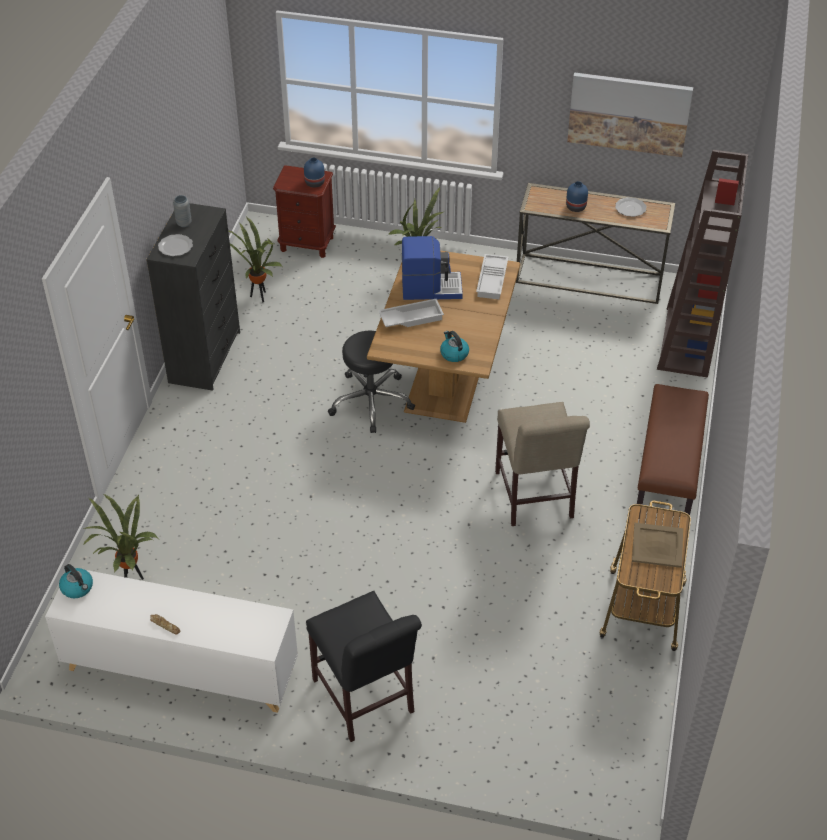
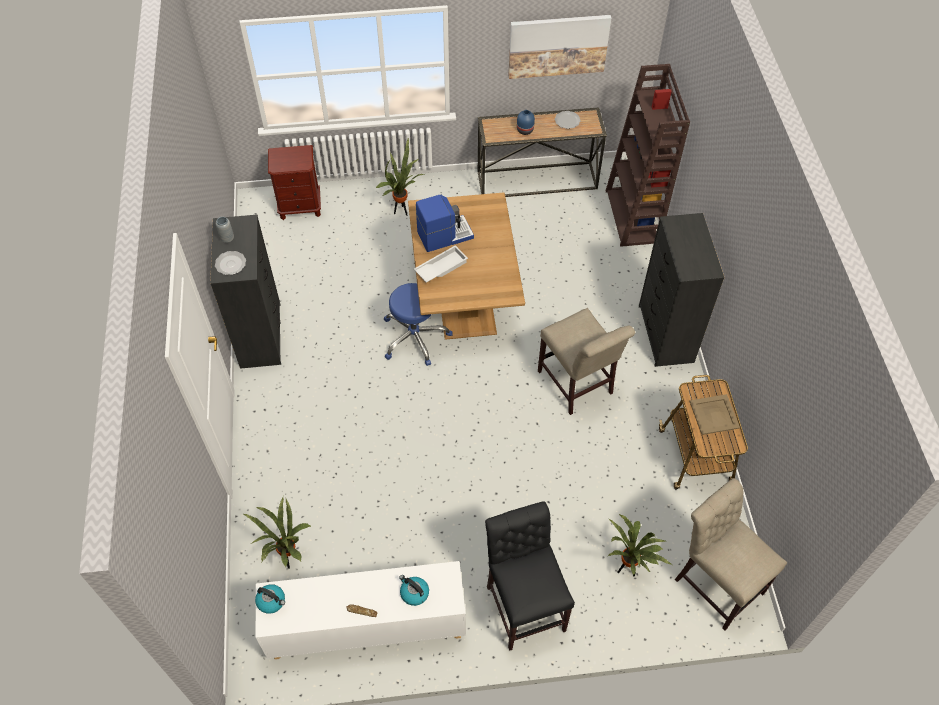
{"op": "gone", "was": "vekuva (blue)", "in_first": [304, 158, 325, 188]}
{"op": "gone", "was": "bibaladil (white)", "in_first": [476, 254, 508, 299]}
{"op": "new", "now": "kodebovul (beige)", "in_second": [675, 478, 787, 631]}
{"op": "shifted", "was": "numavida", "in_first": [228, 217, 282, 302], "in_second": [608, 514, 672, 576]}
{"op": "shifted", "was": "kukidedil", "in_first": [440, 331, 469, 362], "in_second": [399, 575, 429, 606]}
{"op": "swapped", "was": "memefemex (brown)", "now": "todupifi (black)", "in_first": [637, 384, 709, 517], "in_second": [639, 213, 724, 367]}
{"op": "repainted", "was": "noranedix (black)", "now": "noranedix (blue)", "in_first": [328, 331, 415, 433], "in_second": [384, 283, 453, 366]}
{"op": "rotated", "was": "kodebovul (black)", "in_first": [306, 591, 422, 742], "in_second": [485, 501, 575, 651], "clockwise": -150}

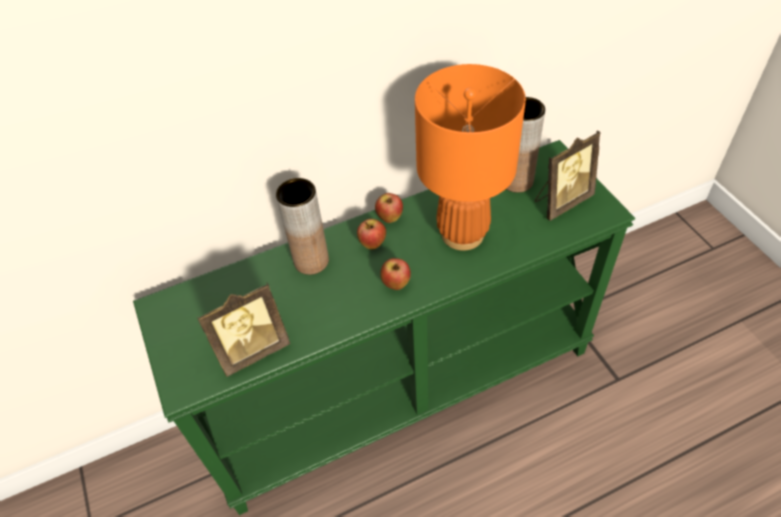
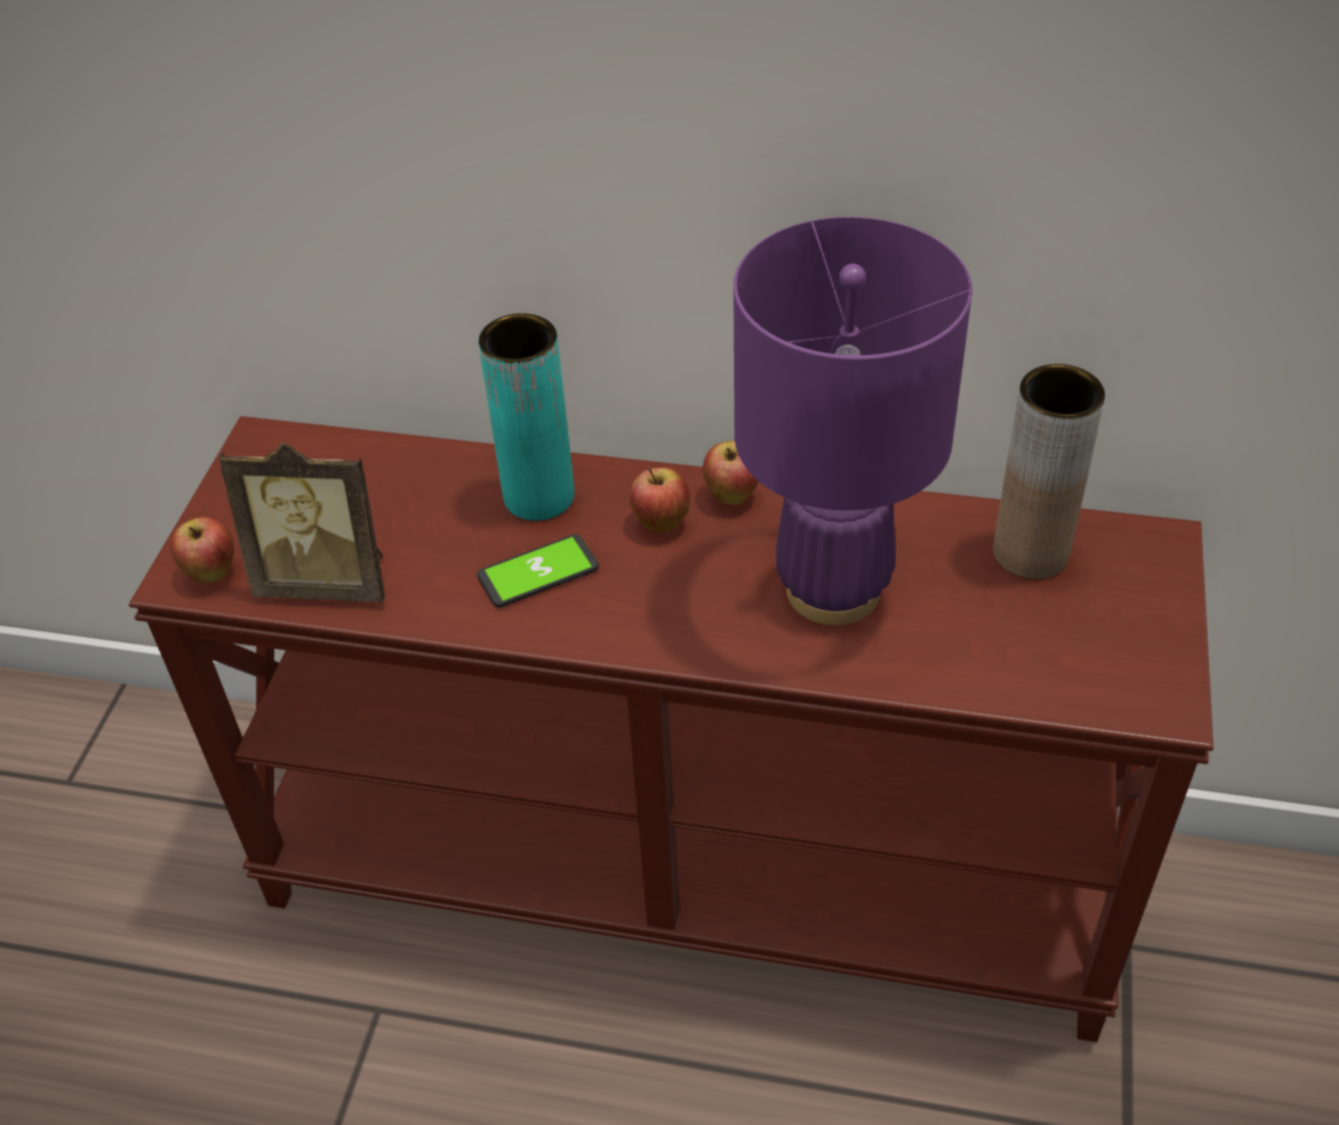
{"op": "gone", "was": "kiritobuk", "in_first": [535, 131, 601, 221]}
{"op": "new", "now": "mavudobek", "in_second": [477, 534, 599, 607]}
{"op": "shifted", "was": "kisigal", "in_first": [380, 258, 411, 290], "in_second": [171, 517, 234, 583]}
{"op": "repainted", "was": "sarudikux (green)", "now": "sarudikux (brown)", "in_first": [133, 140, 635, 515], "in_second": [129, 416, 1214, 1042]}
{"op": "repainted", "was": "vekuva (brown)", "now": "vekuva (turquoise)", "in_first": [276, 178, 329, 275], "in_second": [478, 313, 574, 521]}
{"op": "repainted", "was": "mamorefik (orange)", "now": "mamorefik (purple)", "in_first": [415, 64, 526, 251], "in_second": [733, 217, 972, 625]}

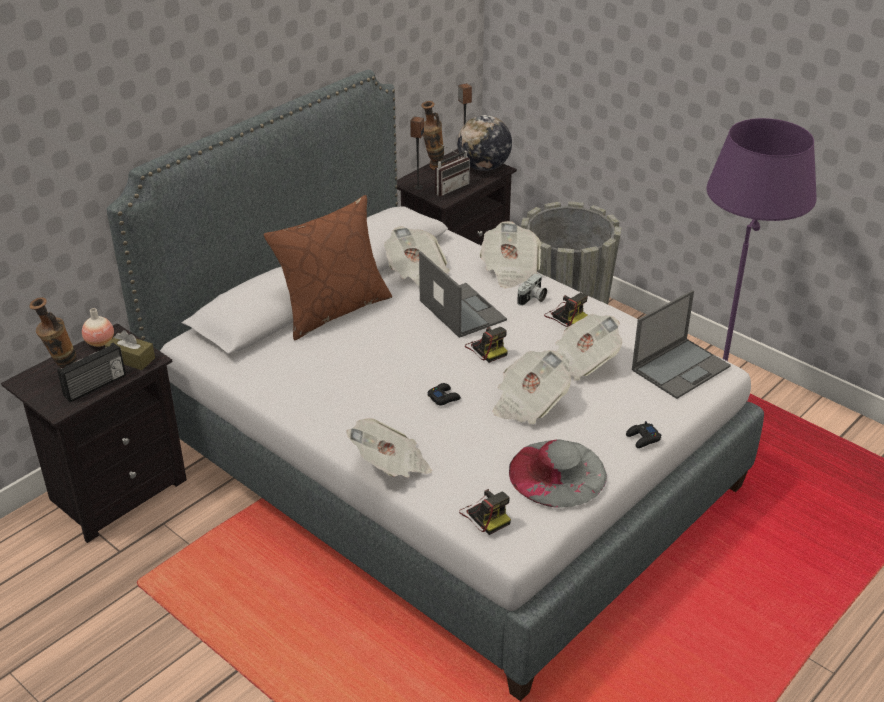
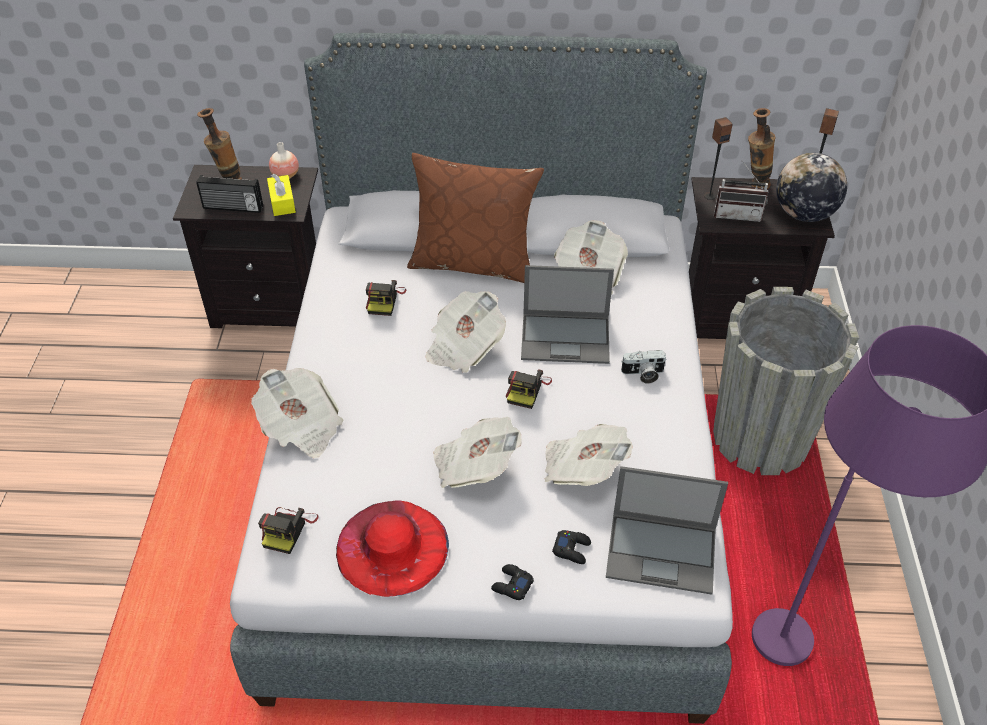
{"op": "shifted", "was": "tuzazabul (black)", "in_first": [427, 383, 461, 405], "in_second": [552, 530, 591, 564]}
{"op": "shifted", "was": "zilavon", "in_first": [480, 221, 541, 289], "in_second": [425, 291, 506, 373]}
{"op": "shifted", "was": "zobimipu", "in_first": [544, 293, 588, 327], "in_second": [366, 280, 406, 316]}
{"op": "repainted", "was": "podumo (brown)", "now": "podumo (yellow)", "in_first": [105, 330, 155, 370], "in_second": [267, 174, 296, 216]}
{"op": "repainted", "was": "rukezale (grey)", "now": "rukezale (red)", "in_first": [509, 440, 607, 508], "in_second": [336, 500, 449, 597]}
{"op": "rotated", "was": "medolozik", "in_first": [419, 251, 507, 338], "in_second": [521, 265, 614, 364], "clockwise": 75}

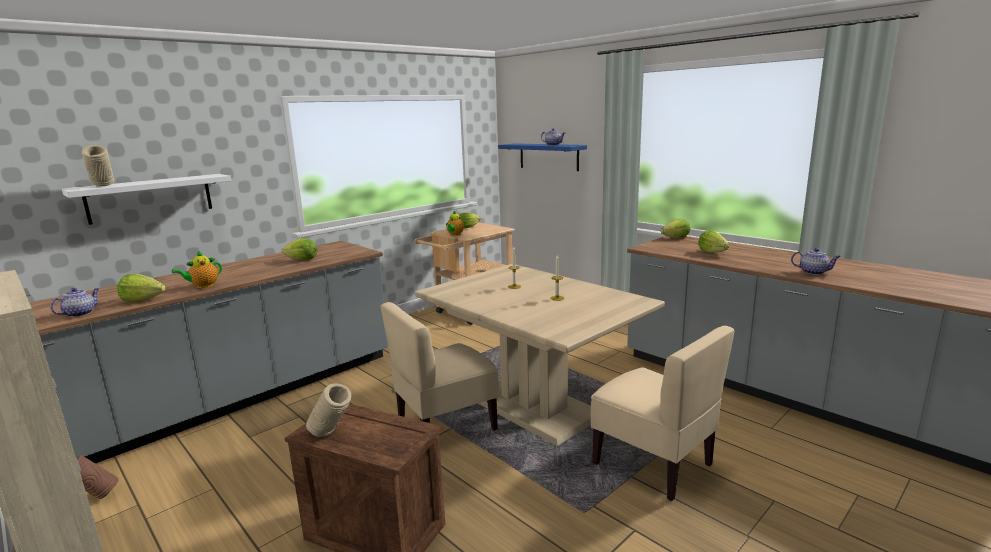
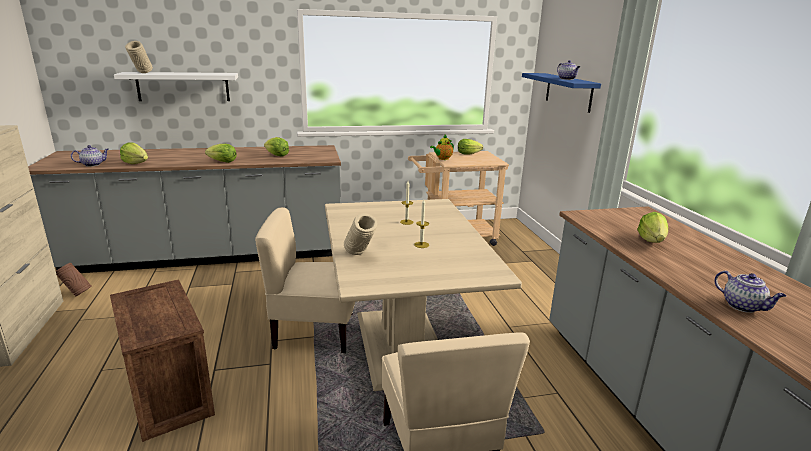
{"op": "gone", "was": "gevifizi", "in_first": [172, 250, 222, 288]}
{"op": "shifted", "was": "vekuva (beige)", "in_first": [306, 384, 351, 437], "in_second": [344, 213, 377, 255]}
{"op": "shifted", "was": "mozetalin", "in_first": [661, 219, 691, 238], "in_second": [205, 144, 237, 163]}

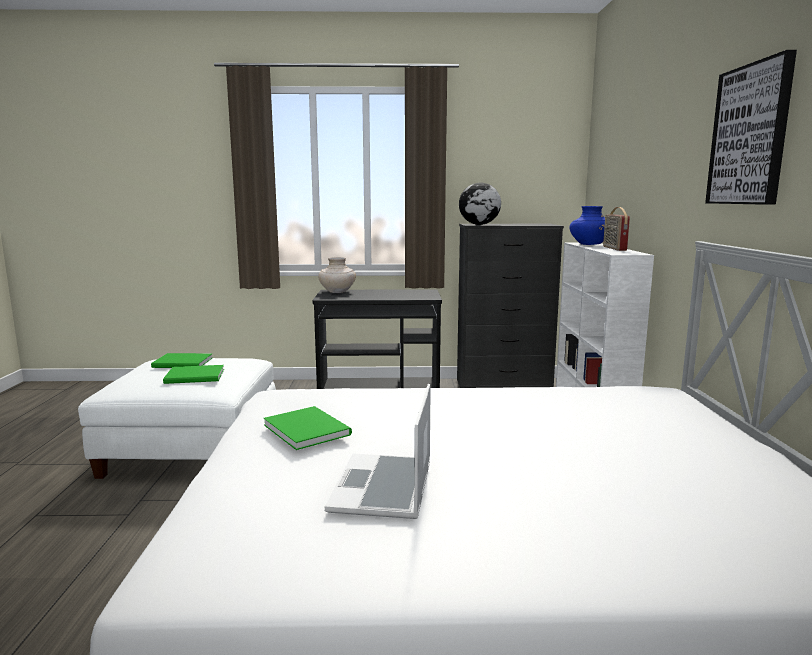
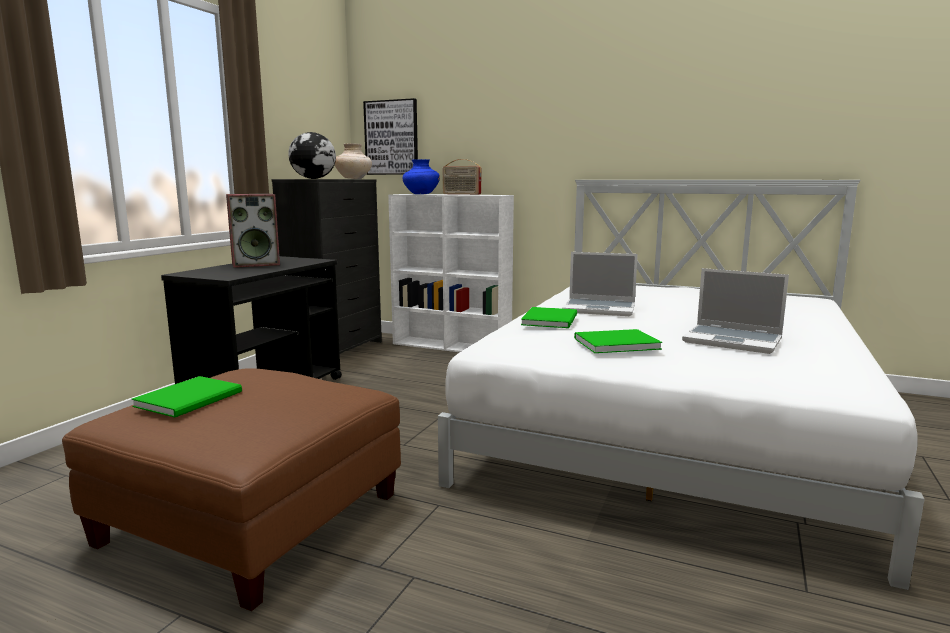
{"op": "new", "now": "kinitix", "in_second": [226, 194, 280, 268]}
{"op": "new", "now": "medolozik", "in_second": [562, 252, 638, 316]}
{"op": "shifted", "was": "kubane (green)", "in_first": [163, 365, 224, 384], "in_second": [521, 307, 577, 328]}
{"op": "shifted", "was": "vekuva (beige)", "in_first": [318, 257, 356, 293], "in_second": [335, 144, 372, 179]}
{"op": "shifted", "was": "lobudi", "in_first": [705, 50, 797, 205], "in_second": [363, 98, 418, 175]}
{"op": "repainted", "was": "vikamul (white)", "now": "vikamul (brown)", "in_first": [78, 358, 276, 479], "in_second": [62, 368, 401, 611]}

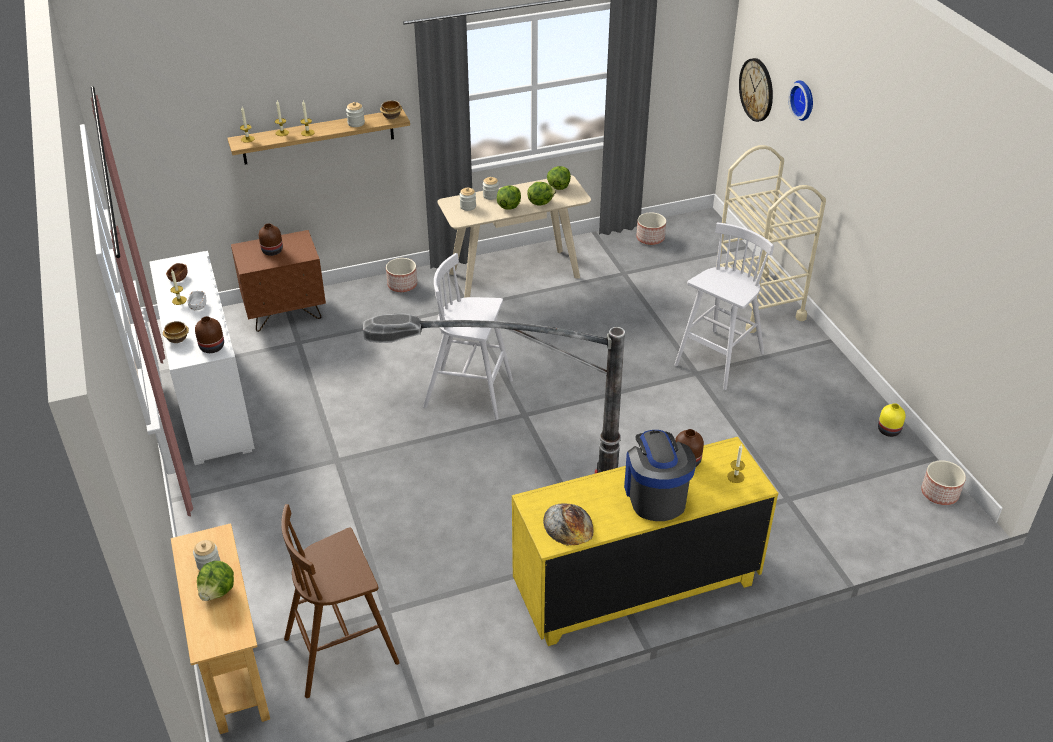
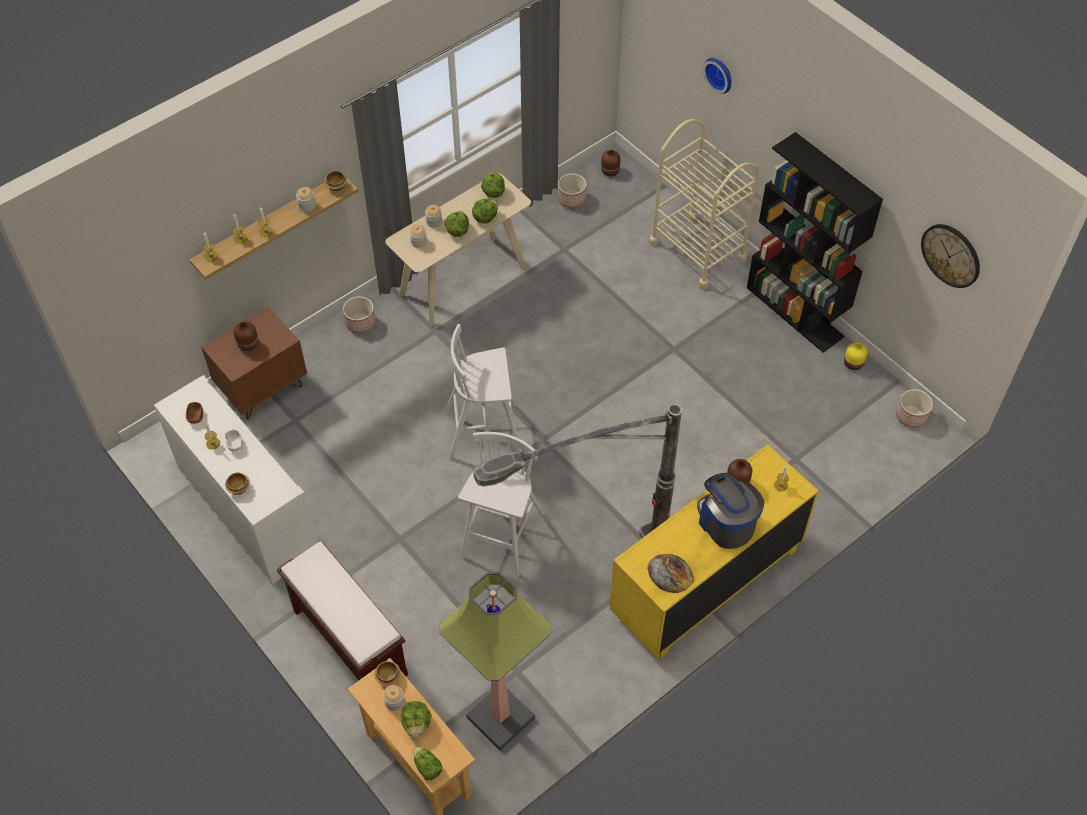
{"op": "new", "now": "memefemex (brown)", "in_second": [277, 541, 408, 680]}
{"op": "new", "now": "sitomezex", "in_second": [374, 661, 401, 685]}
{"op": "new", "now": "mozetalin", "in_second": [413, 746, 442, 781]}
{"op": "new", "now": "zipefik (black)", "in_second": [747, 132, 883, 352]}
{"op": "shifted", "was": "vekuva (brown)", "in_first": [195, 316, 224, 353], "in_second": [601, 150, 620, 176]}
{"op": "shifted", "was": "noranedix (white)", "in_first": [674, 223, 774, 390], "in_second": [458, 432, 544, 576]}
{"op": "shifted", "was": "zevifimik", "in_first": [739, 58, 773, 122], "in_second": [921, 224, 980, 288]}
{"op": "swapped", "was": "noranedix (brown)", "now": "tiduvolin", "in_first": [281, 504, 400, 698], "in_second": [439, 572, 551, 750]}

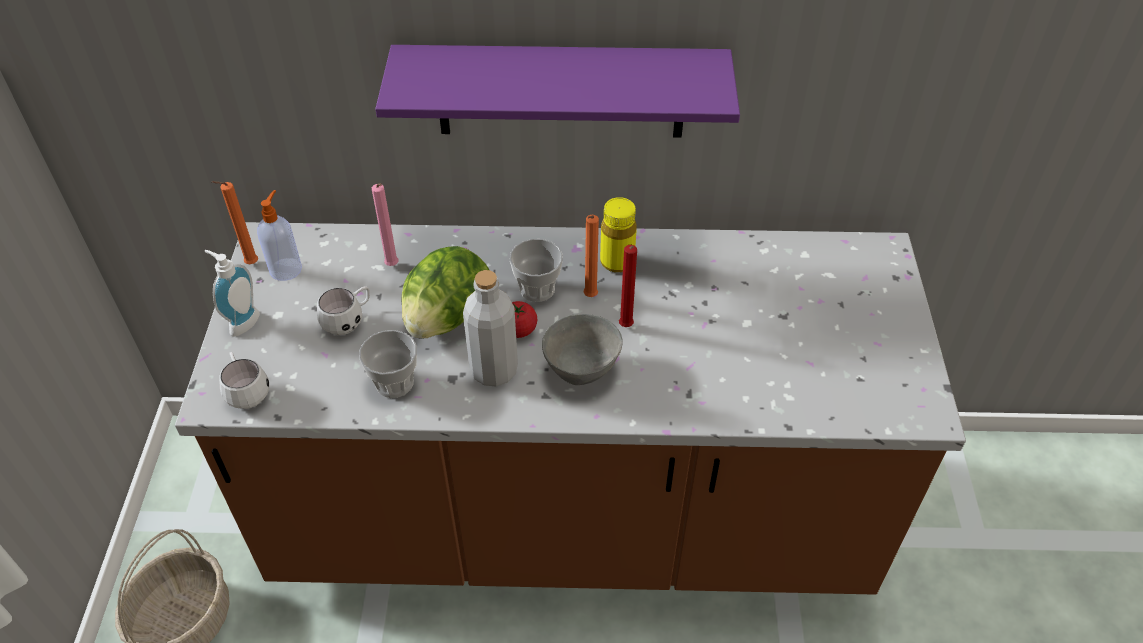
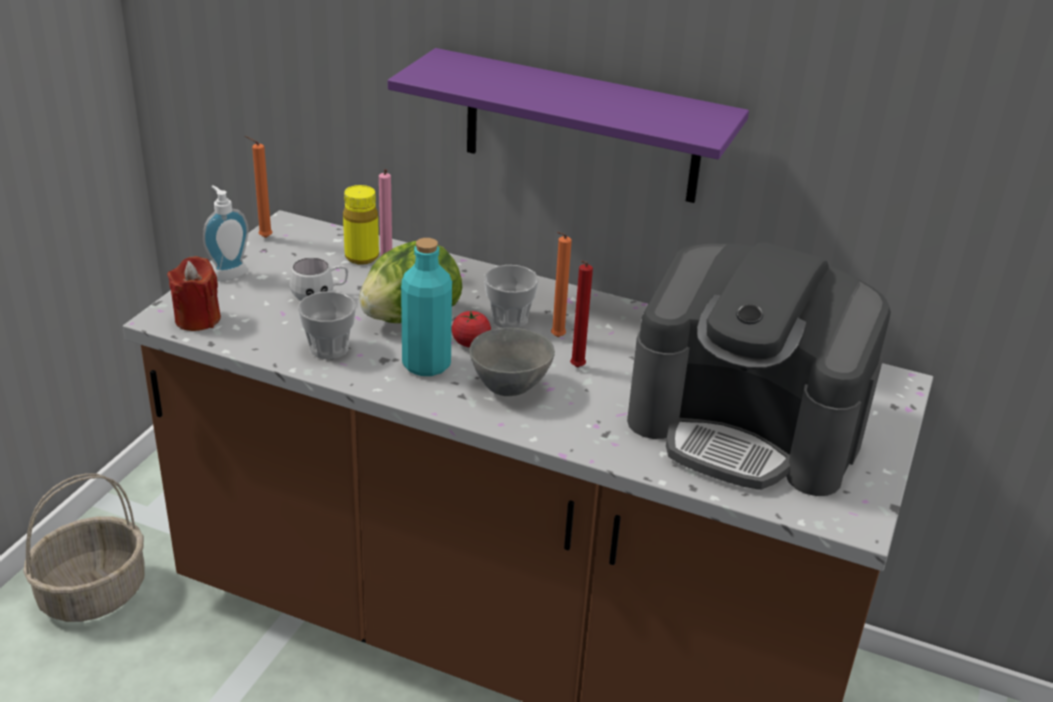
{"op": "gone", "was": "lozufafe", "in_first": [257, 190, 302, 281]}
{"op": "new", "now": "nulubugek", "in_second": [627, 242, 891, 496]}
{"op": "shifted", "was": "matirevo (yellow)", "in_first": [600, 197, 637, 273], "in_second": [343, 185, 379, 265]}
{"op": "swapped", "was": "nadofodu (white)", "now": "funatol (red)", "in_first": [219, 352, 269, 409], "in_second": [167, 256, 221, 331]}
{"op": "repainted", "was": "matirevo (grey)", "now": "matirevo (turquoise)", "in_first": [463, 270, 518, 386], "in_second": [401, 238, 452, 376]}

